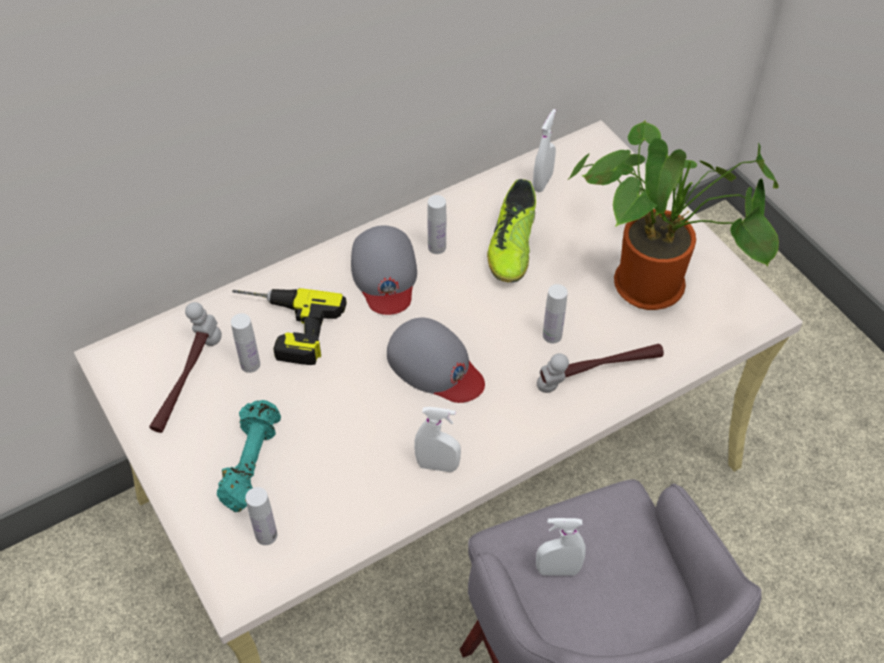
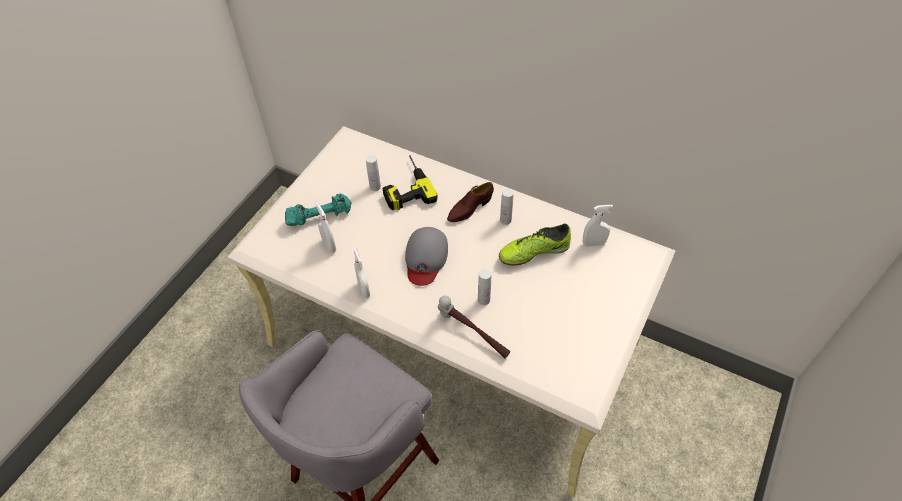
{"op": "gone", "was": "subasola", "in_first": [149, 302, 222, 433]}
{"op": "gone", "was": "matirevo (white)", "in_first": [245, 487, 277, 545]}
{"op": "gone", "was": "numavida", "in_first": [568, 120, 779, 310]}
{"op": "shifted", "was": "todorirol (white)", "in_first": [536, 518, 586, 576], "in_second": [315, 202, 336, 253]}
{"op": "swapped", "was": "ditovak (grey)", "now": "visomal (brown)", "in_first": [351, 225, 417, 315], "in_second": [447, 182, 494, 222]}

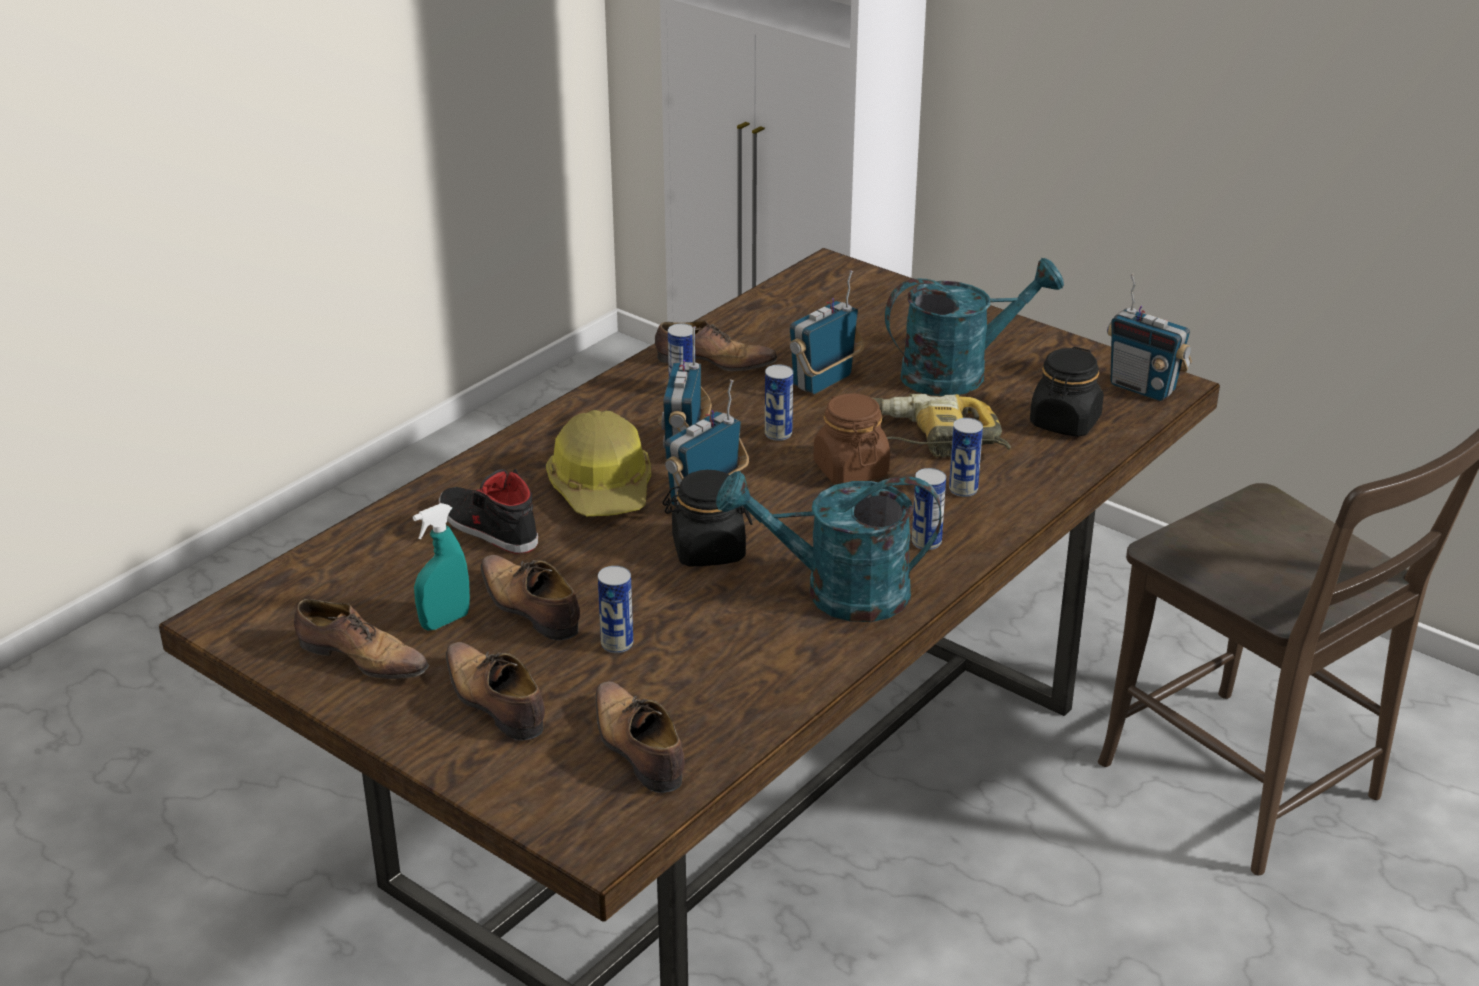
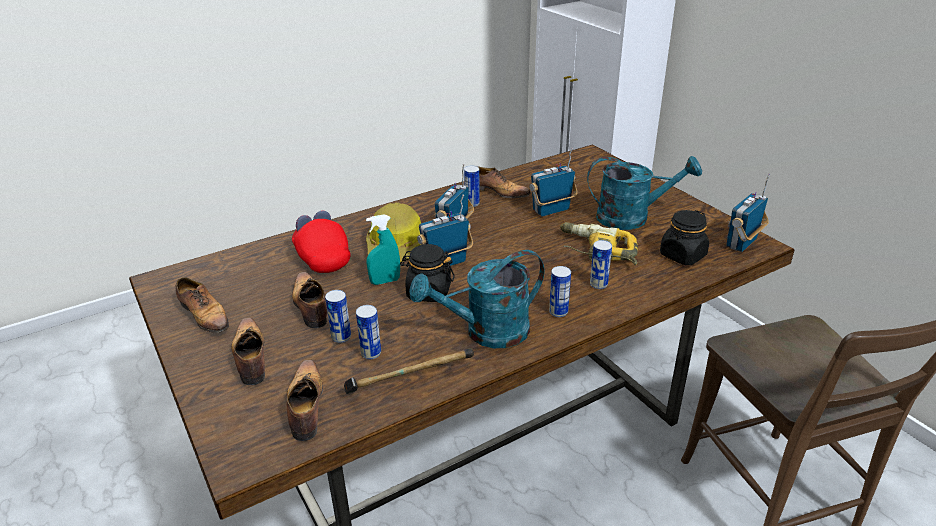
{"op": "gone", "was": "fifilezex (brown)", "in_first": [813, 393, 890, 484]}
{"op": "new", "now": "subasola", "in_second": [344, 348, 474, 394]}
{"op": "shifted", "was": "todorirol (turquoise)", "in_first": [413, 503, 470, 630], "in_second": [366, 214, 400, 285]}
{"op": "shifted", "was": "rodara", "in_first": [765, 364, 793, 441], "in_second": [356, 305, 381, 359]}
{"op": "swapped", "was": "visomal (black)", "now": "ditovak (red)", "in_first": [439, 468, 538, 554], "in_second": [292, 210, 351, 273]}
{"op": "rotated", "was": "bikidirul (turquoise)", "in_first": [716, 471, 941, 622], "in_second": [409, 250, 544, 348], "clockwise": -45}
{"op": "rotated", "was": "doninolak", "in_first": [1107, 273, 1192, 401], "in_second": [726, 174, 770, 252], "clockwise": 75}

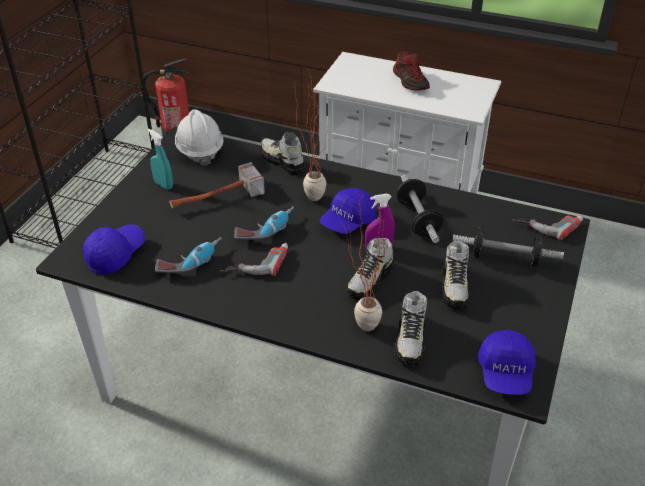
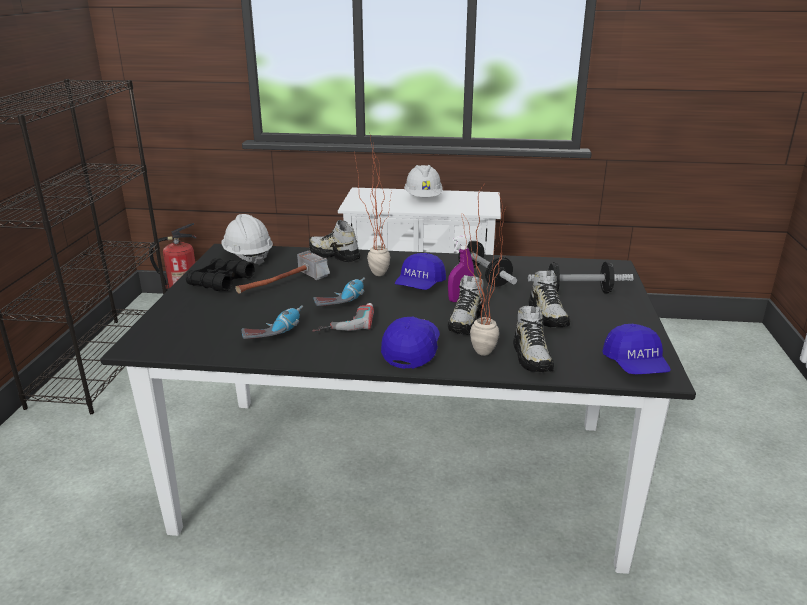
{"op": "gone", "was": "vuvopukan", "in_first": [512, 216, 583, 240]}
{"op": "shifted", "was": "ditovak (blue)", "in_first": [83, 224, 145, 275], "in_second": [381, 317, 440, 369]}
{"op": "swapped", "was": "todorirol (turquoise)", "now": "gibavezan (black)", "in_first": [148, 129, 173, 190], "in_second": [186, 258, 254, 291]}
{"op": "swapped", "was": "visomal", "now": "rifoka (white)", "in_first": [393, 52, 430, 90], "in_second": [404, 165, 443, 197]}

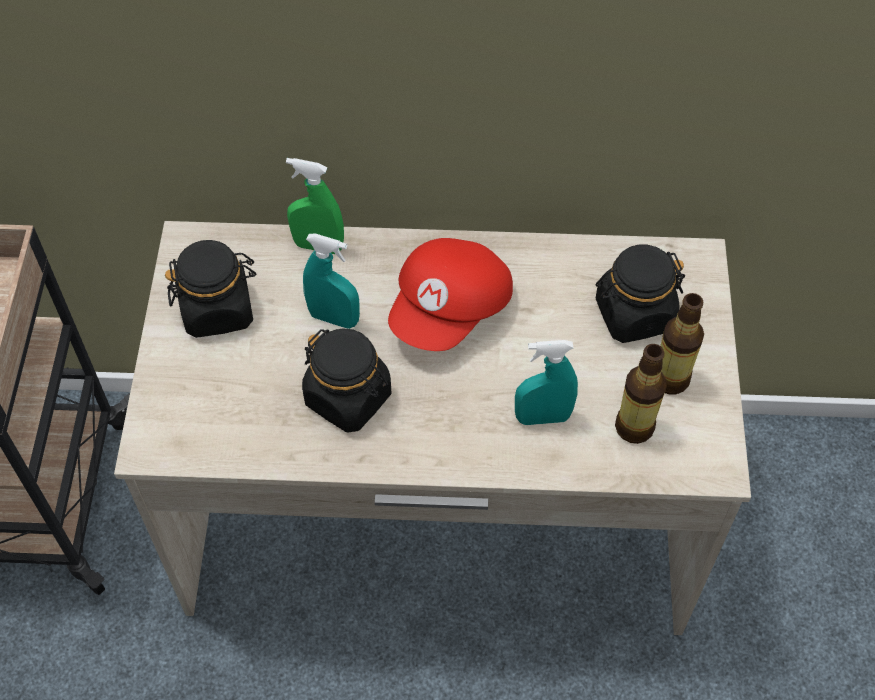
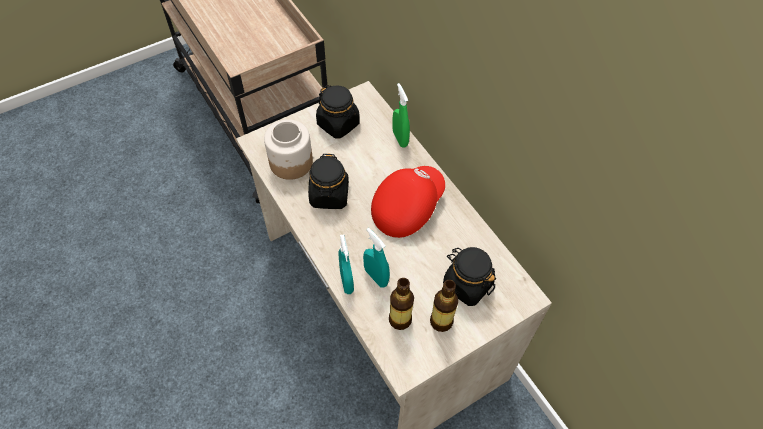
{"op": "new", "now": "fifilezex", "in_second": [264, 119, 313, 180]}
{"op": "shifted", "was": "todorirol (turquoise)", "in_first": [303, 234, 360, 329], "in_second": [339, 235, 354, 294]}
{"op": "rotated", "was": "ditovak (red)", "in_first": [388, 238, 513, 351], "in_second": [371, 166, 445, 238], "clockwise": 135}

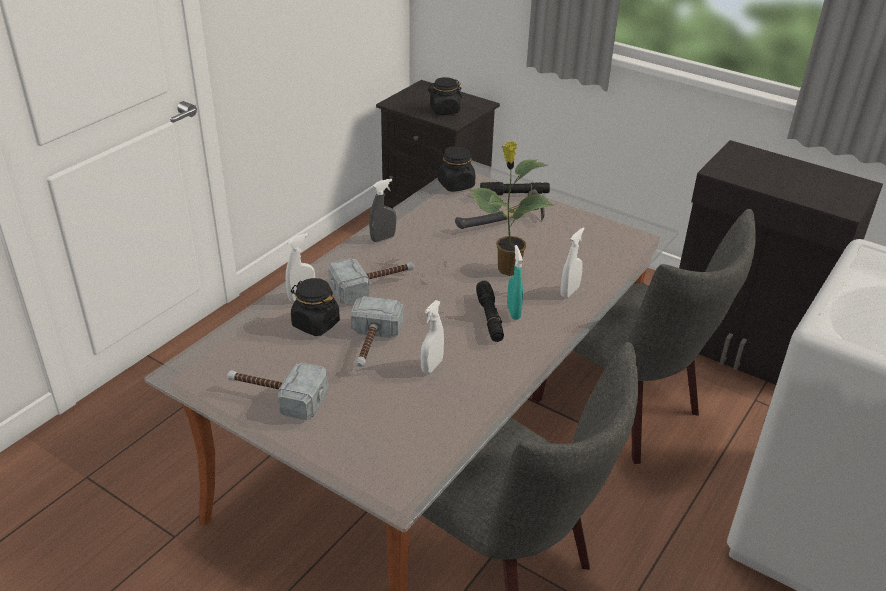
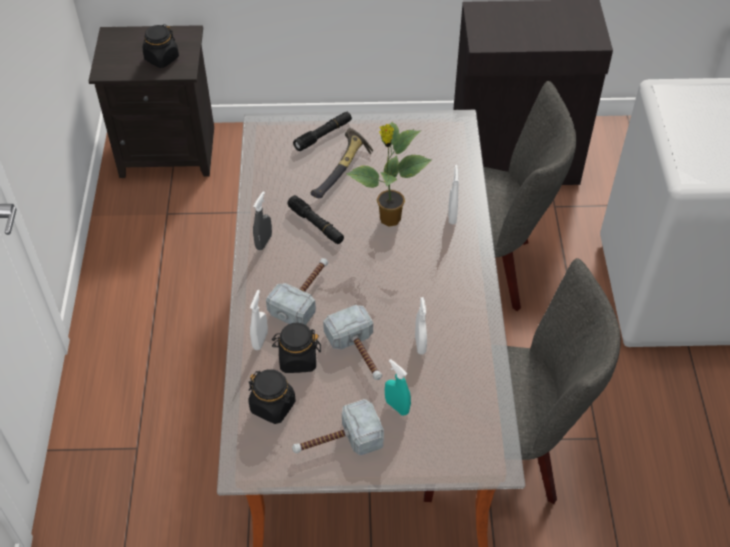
{"op": "shifted", "was": "fifilezex (black)", "in_first": [438, 146, 475, 192], "in_second": [248, 369, 296, 424]}
{"op": "shifted", "was": "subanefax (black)", "in_first": [476, 281, 504, 342], "in_second": [287, 195, 344, 244]}
{"op": "shifted", "was": "todorirol (turquoise)", "in_first": [507, 245, 523, 320], "in_second": [385, 359, 411, 415]}

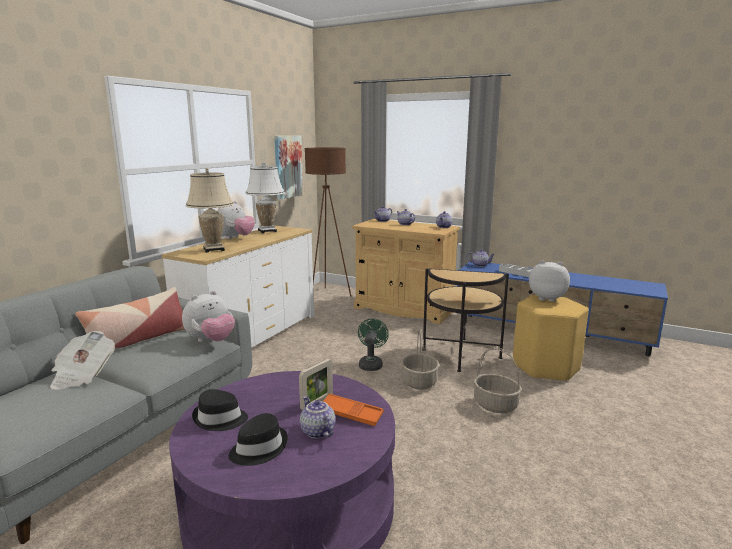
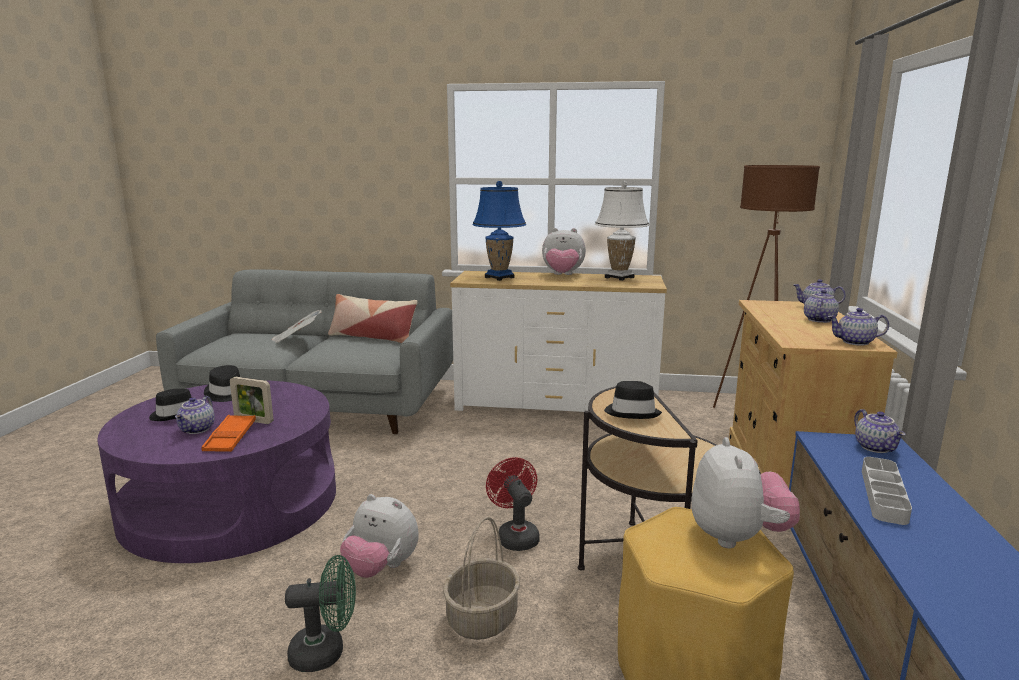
{"op": "gone", "was": "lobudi", "in_first": [274, 135, 303, 199]}
{"op": "new", "now": "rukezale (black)", "in_second": [604, 381, 662, 419]}
{"op": "shifted", "was": "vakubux", "in_first": [182, 291, 235, 342], "in_second": [340, 494, 419, 578]}
{"op": "shifted", "was": "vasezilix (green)", "in_first": [358, 318, 389, 371], "in_second": [285, 555, 356, 672]}
{"op": "swapped", "was": "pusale", "now": "vasezilix (red)", "in_first": [401, 328, 439, 390], "in_second": [486, 457, 540, 551]}
{"op": "repainted", "was": "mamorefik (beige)", "now": "mamorefik (blue)", "in_first": [186, 168, 234, 253], "in_second": [472, 181, 526, 281]}
{"op": "rotated", "was": "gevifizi", "in_first": [300, 396, 335, 439], "in_second": [175, 396, 215, 434], "clockwise": 150}

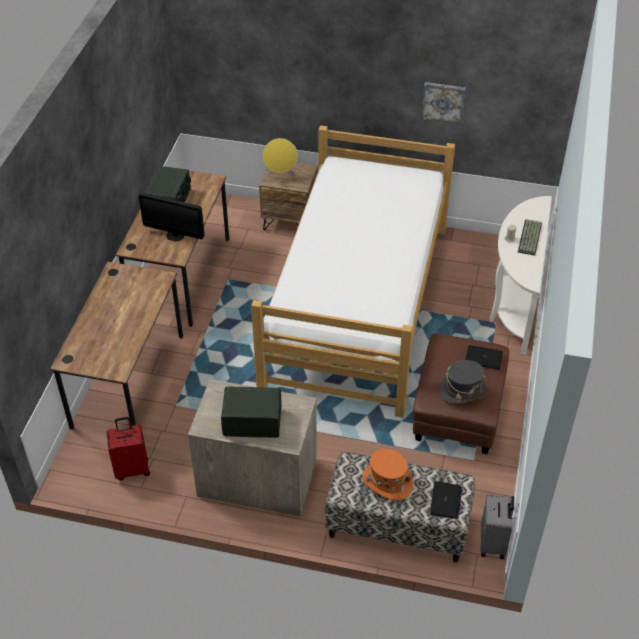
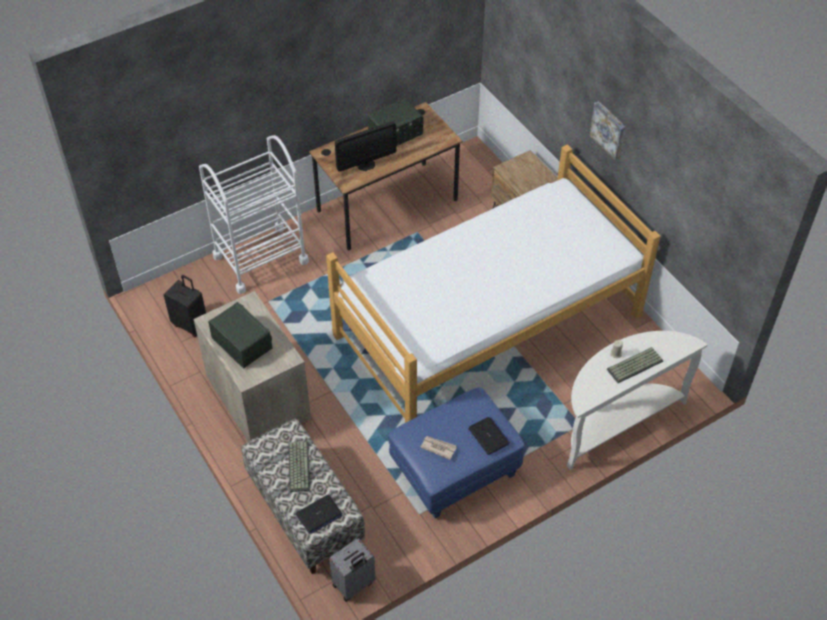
{"op": "gone", "was": "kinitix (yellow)", "in_first": [263, 138, 298, 179]}
{"op": "shifted", "was": "lobudi", "in_first": [421, 82, 466, 124], "in_second": [589, 101, 626, 161]}
{"op": "swapped", "was": "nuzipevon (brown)", "now": "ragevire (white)", "in_first": [50, 262, 183, 430], "in_second": [199, 135, 309, 294]}
{"op": "swapped", "was": "rukezale (orange)", "now": "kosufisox", "in_first": [362, 449, 413, 500], "in_second": [289, 441, 310, 492]}
{"op": "swapped", "was": "rukezale (grey)", "now": "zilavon", "in_first": [439, 360, 488, 404], "in_second": [420, 436, 456, 460]}
{"op": "repainted", "was": "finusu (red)", "now": "finusu (black)", "in_first": [107, 417, 150, 481], "in_second": [164, 275, 206, 337]}
{"op": "repainted", "was": "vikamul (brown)", "now": "vikamul (blue)", "in_first": [413, 334, 509, 454], "in_second": [388, 387, 525, 518]}
{"op": "rotated", "was": "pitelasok", "in_first": [139, 193, 204, 242], "in_second": [335, 121, 397, 172], "clockwise": -90}

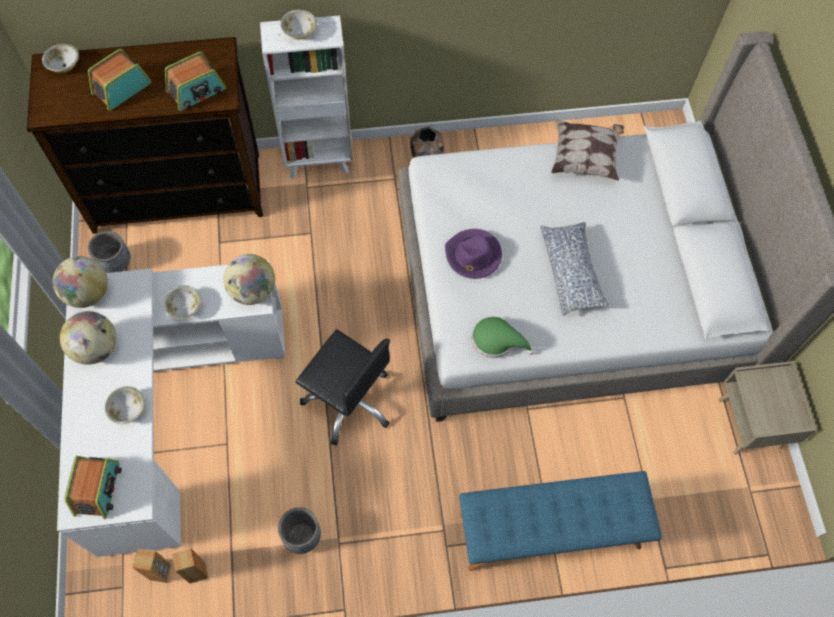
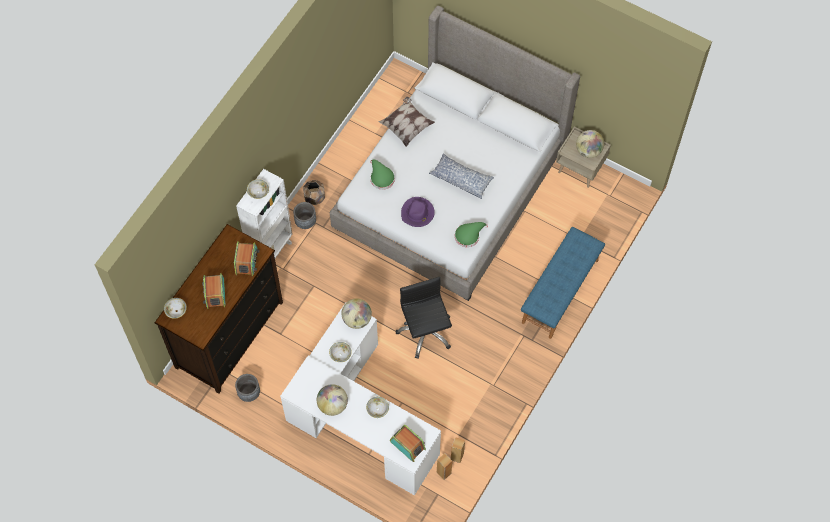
{"op": "new", "now": "rukezale (green)", "in_second": [370, 159, 395, 190]}
{"op": "shifted", "was": "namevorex", "in_first": [53, 256, 108, 308], "in_second": [576, 130, 604, 158]}
{"op": "shifted", "was": "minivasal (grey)", "in_first": [278, 507, 321, 554], "in_second": [293, 202, 316, 229]}
{"op": "rotated", "was": "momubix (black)", "in_first": [296, 329, 390, 445], "in_second": [396, 277, 452, 359], "clockwise": -90}

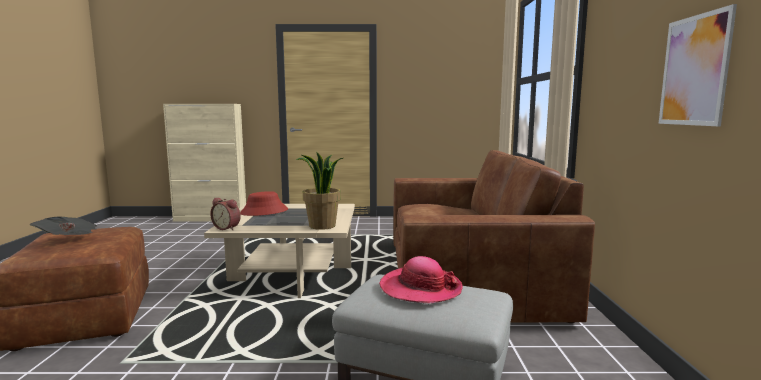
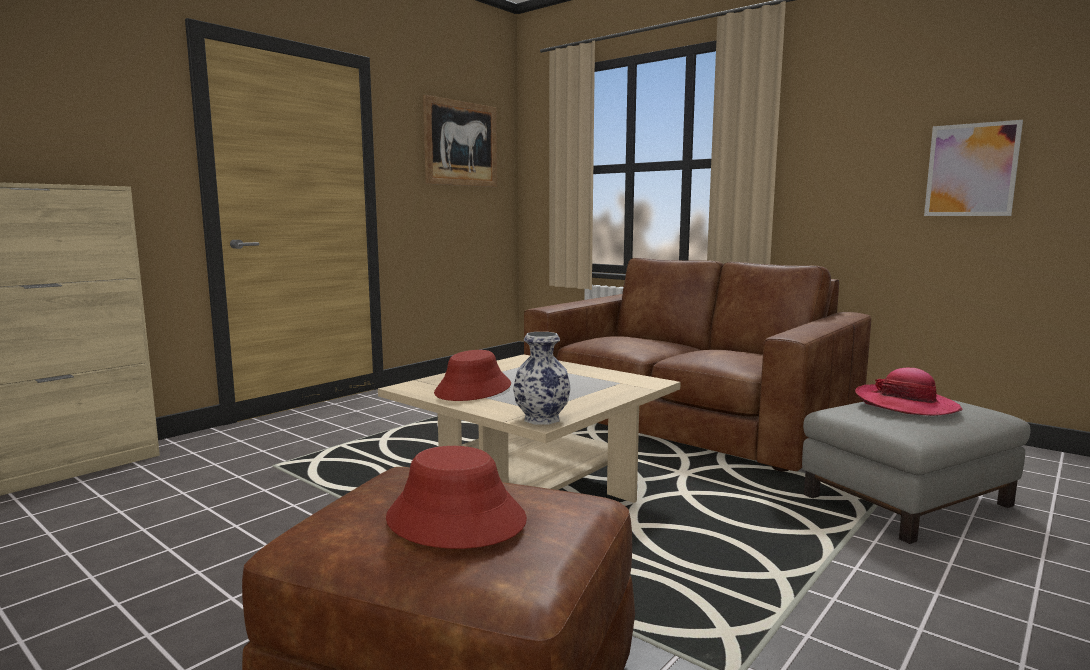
{"op": "gone", "was": "numavida", "in_first": [296, 152, 343, 230]}
{"op": "new", "now": "lobudi", "in_second": [423, 95, 497, 187]}
{"op": "swapped", "was": "zilavon", "now": "rukezale (red)", "in_first": [30, 217, 97, 235], "in_second": [386, 446, 527, 549]}
{"op": "swapped", "was": "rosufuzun", "now": "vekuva", "in_first": [210, 198, 241, 230], "in_second": [513, 332, 571, 424]}

